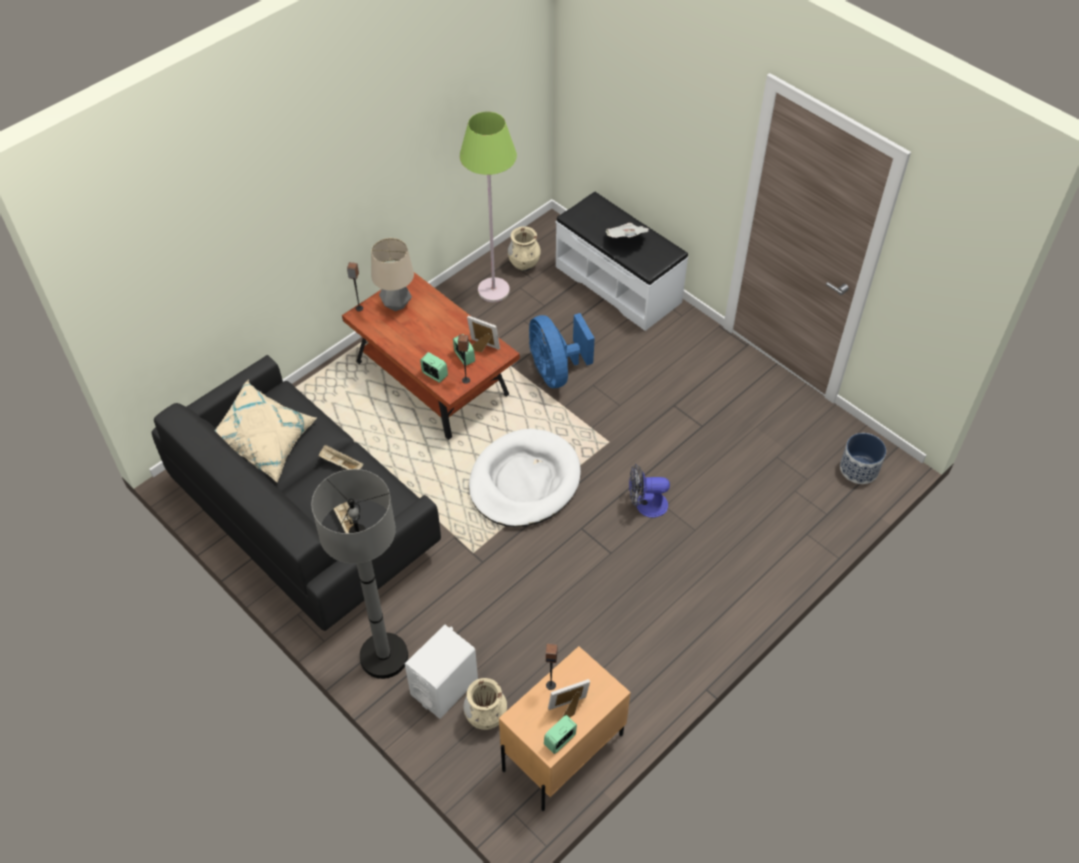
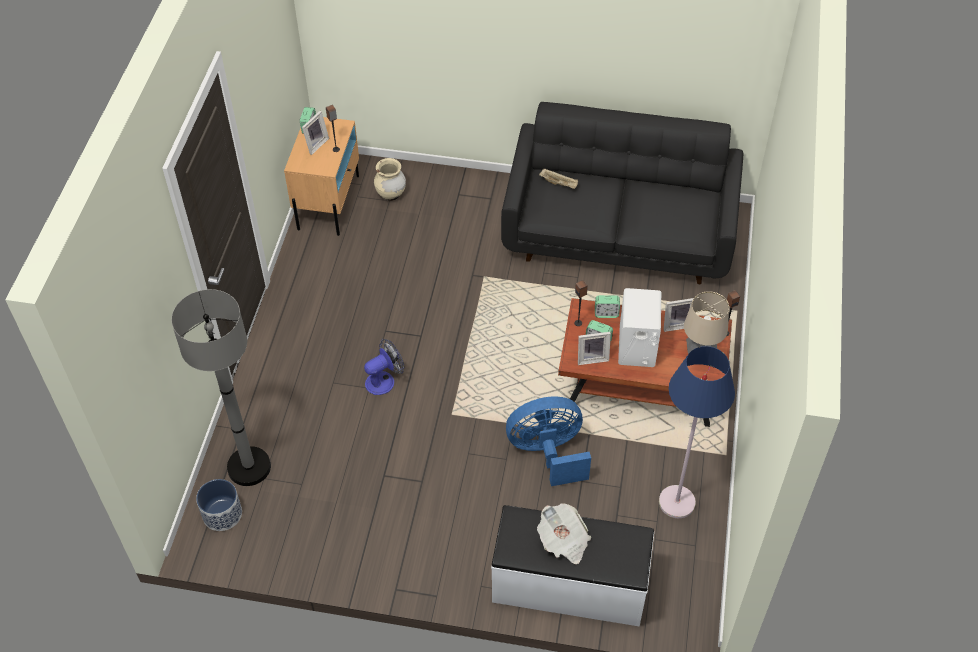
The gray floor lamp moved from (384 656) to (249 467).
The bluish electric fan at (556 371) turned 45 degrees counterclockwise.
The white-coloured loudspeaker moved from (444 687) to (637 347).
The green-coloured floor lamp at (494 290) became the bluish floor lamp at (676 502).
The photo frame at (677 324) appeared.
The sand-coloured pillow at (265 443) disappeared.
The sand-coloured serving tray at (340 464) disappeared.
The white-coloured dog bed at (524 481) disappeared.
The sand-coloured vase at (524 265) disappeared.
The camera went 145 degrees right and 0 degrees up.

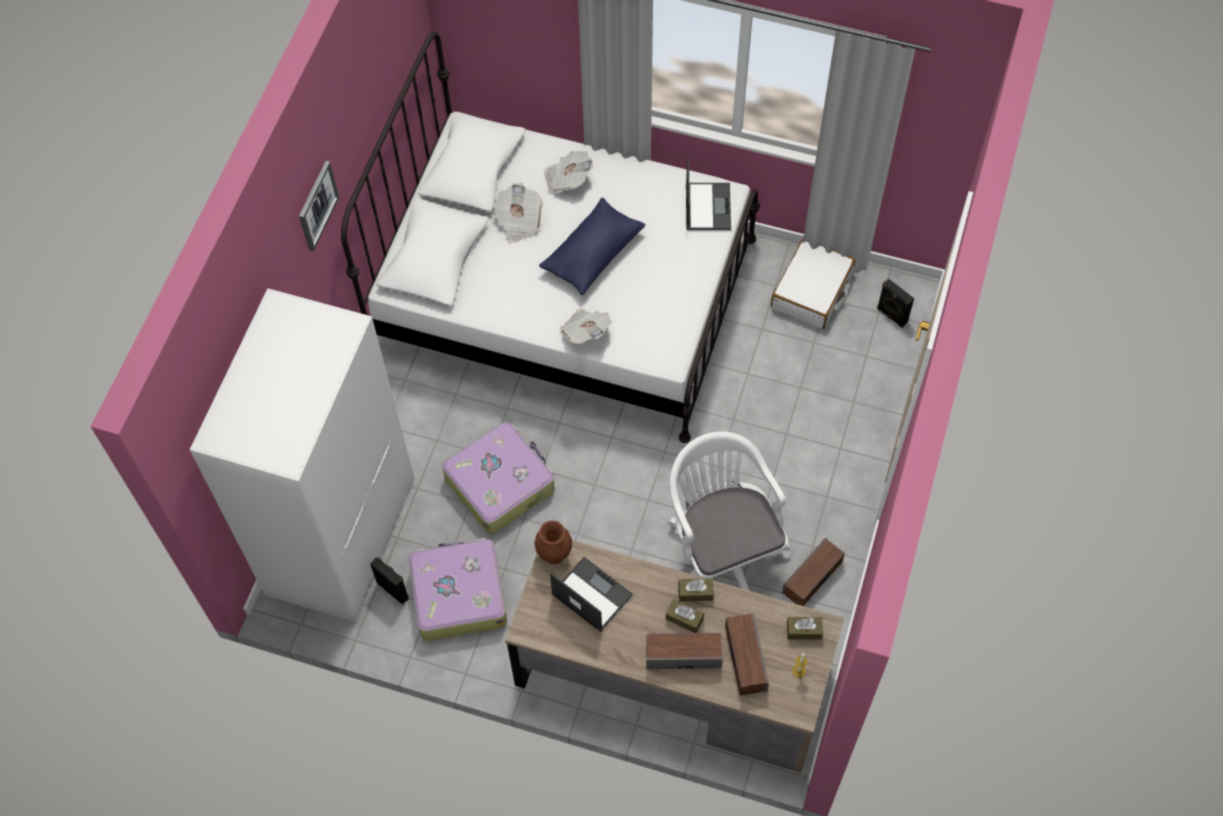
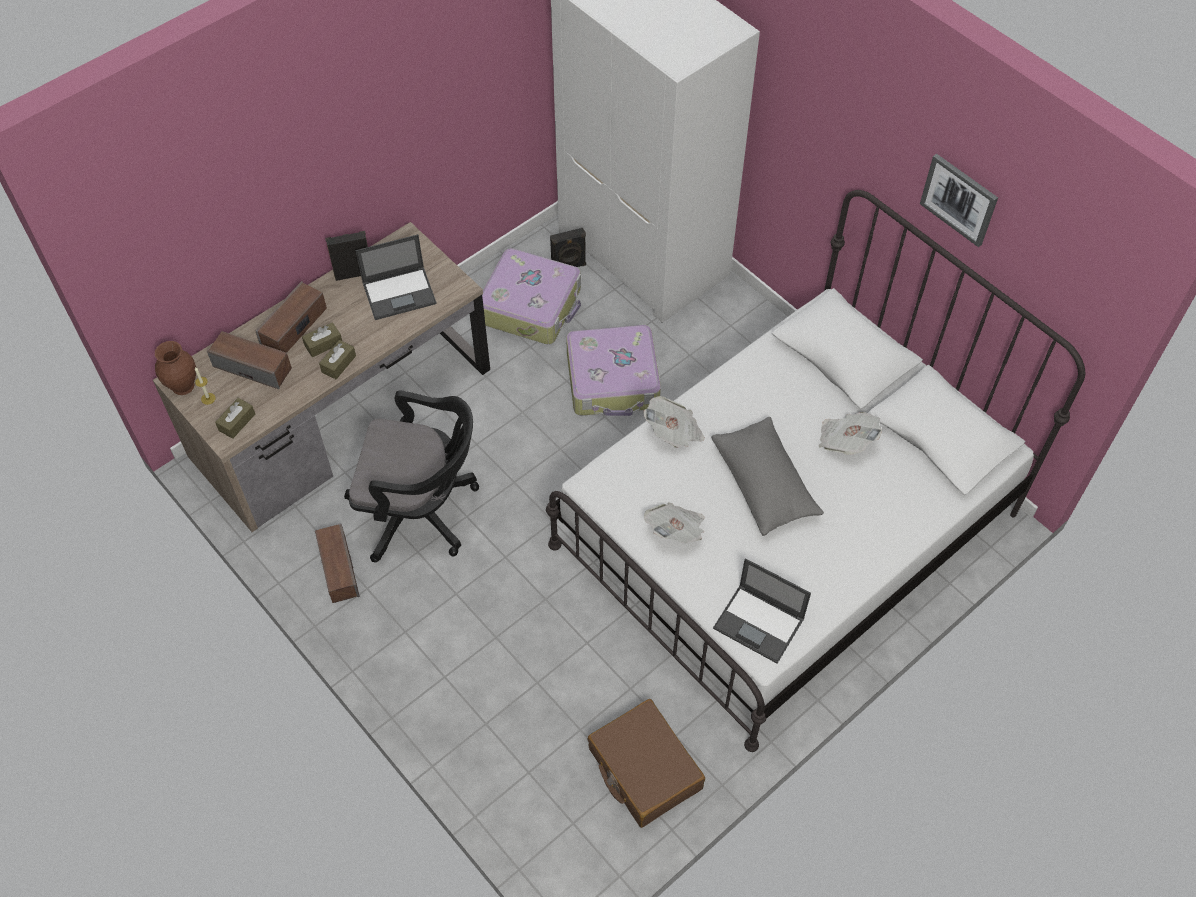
The brown-coloured vase moved from (553 554) to (183 385).
The black-coloured loudspeaker moved from (891 316) to (353 272).
The white-coloured desk chair at (721 550) became the black-coloured desk chair at (421 512).
The white-coloured piece of luggage at (812 291) became the brown-coloured piece of luggage at (644 769).
The daily paper moved from (567 179) to (676 531).
The bluish pillow at (592 254) became the gray pillow at (764 484).
The picture moved from (317 205) to (959 199).
The camera went 120 degrees right and 5 degrees down.

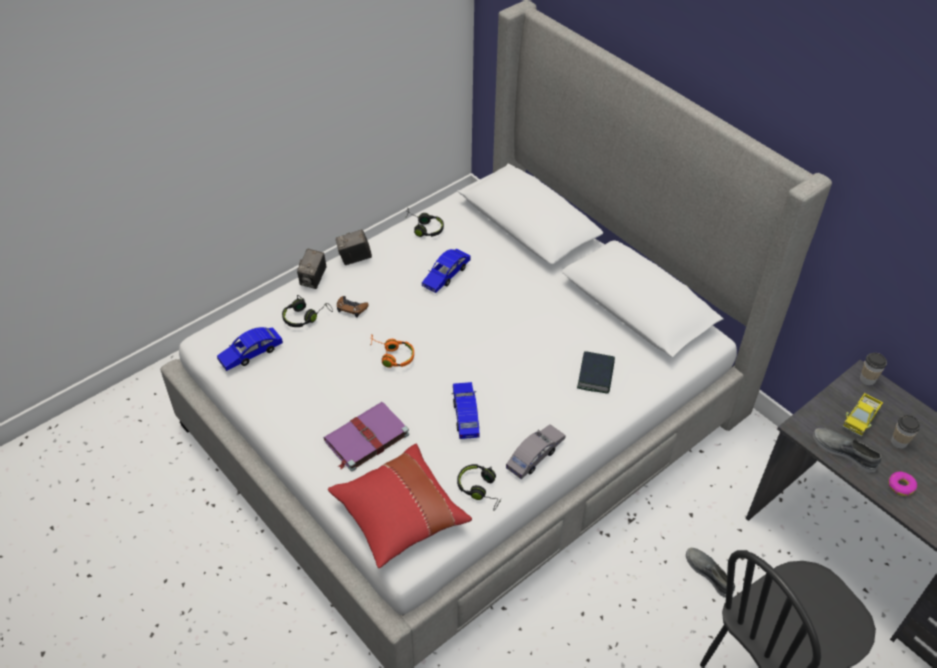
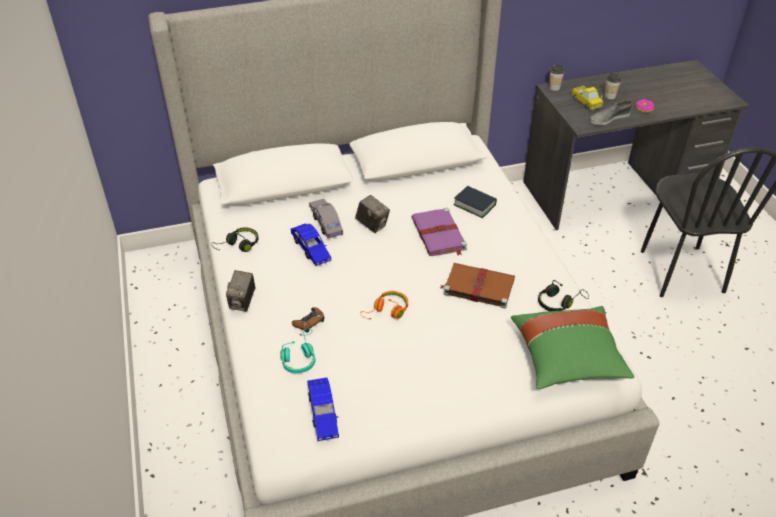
The black-coloured headphones at (305 316) became the blue-green headphones at (299 357).
The gray toy car moved from (535 455) to (326 222).
The photo camera moved from (313 280) to (372 225).
The purplish bound book moved from (365 438) to (439 235).
The bluish toy car at (465 414) was replaced by the brown-coloured bound book at (477 286).
The red-coloured pillow at (399 516) became the green-coloured pillow at (567 359).
The gray low shoe at (709 573) disappeared.
The camera went 65 degrees left and 5 degrees down.

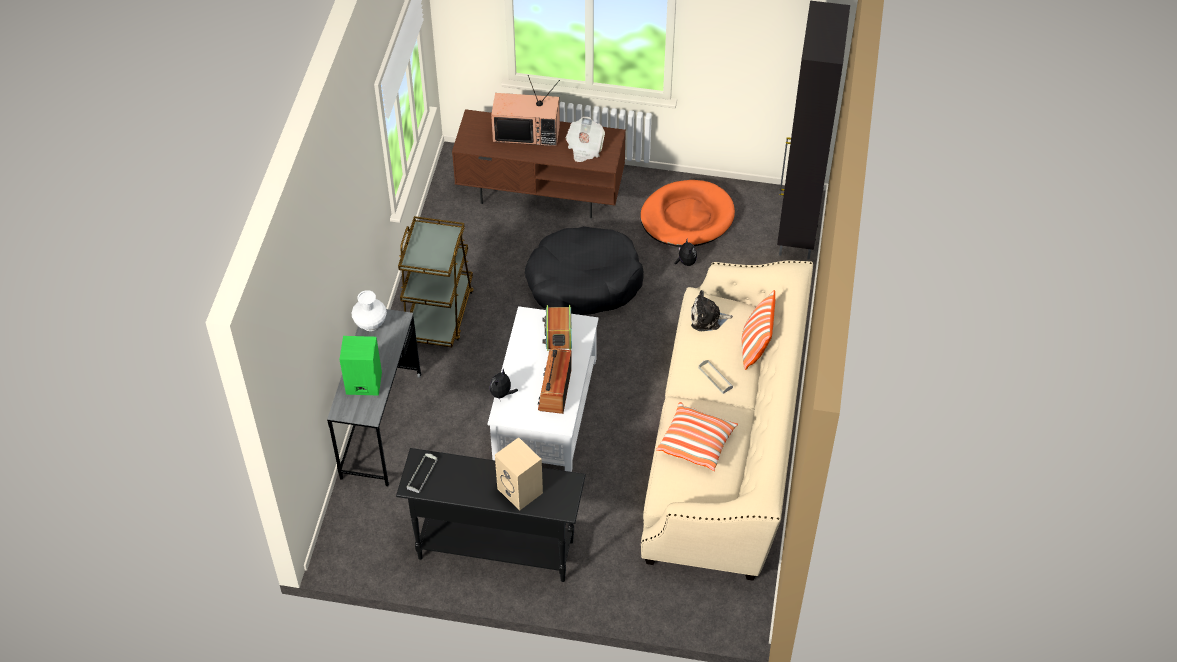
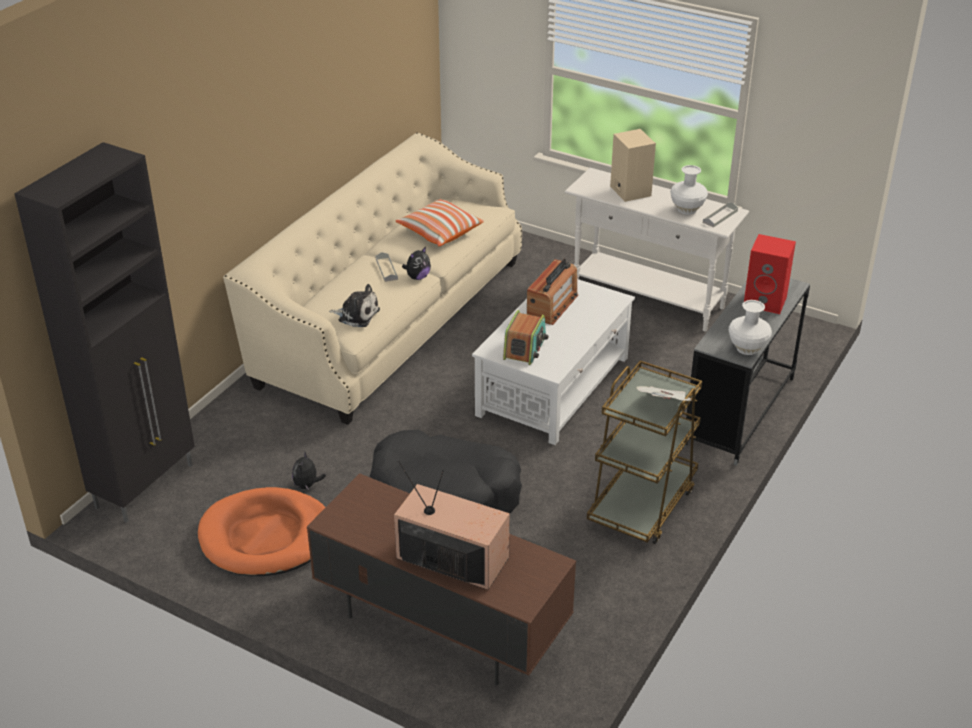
The cuddly toy moved from (502 394) to (417 277).
The black-coloured narrow table at (495 549) became the white-coloured narrow table at (648 299).
The daily paper moved from (584 148) to (665 405).
The white-coloured vase at (687 209) appeared.
The green-coloured loudspeaker at (363 384) became the red-coloured loudspeaker at (766 301).
The pillow at (755 347) disappeared.
The camera went 160 degrees left and 15 degrees down.

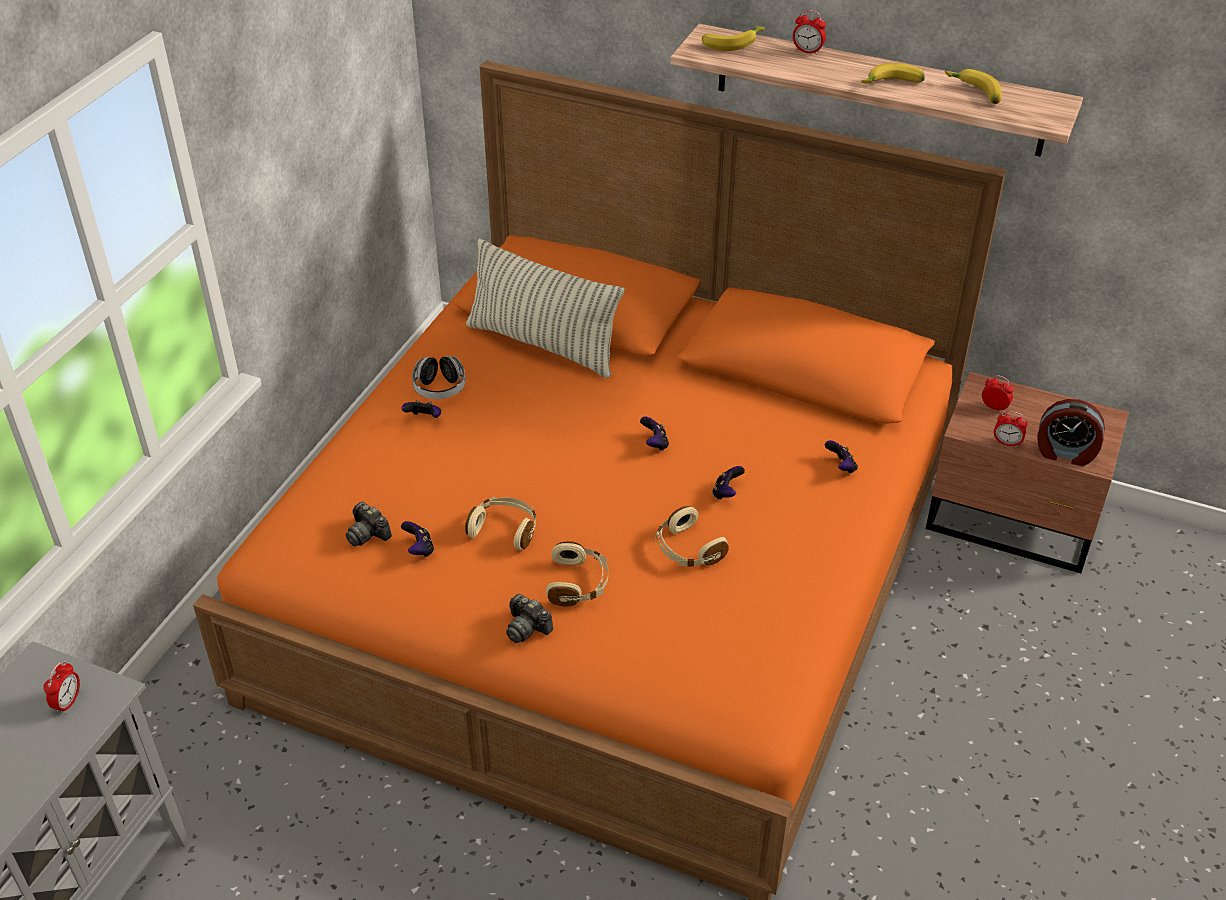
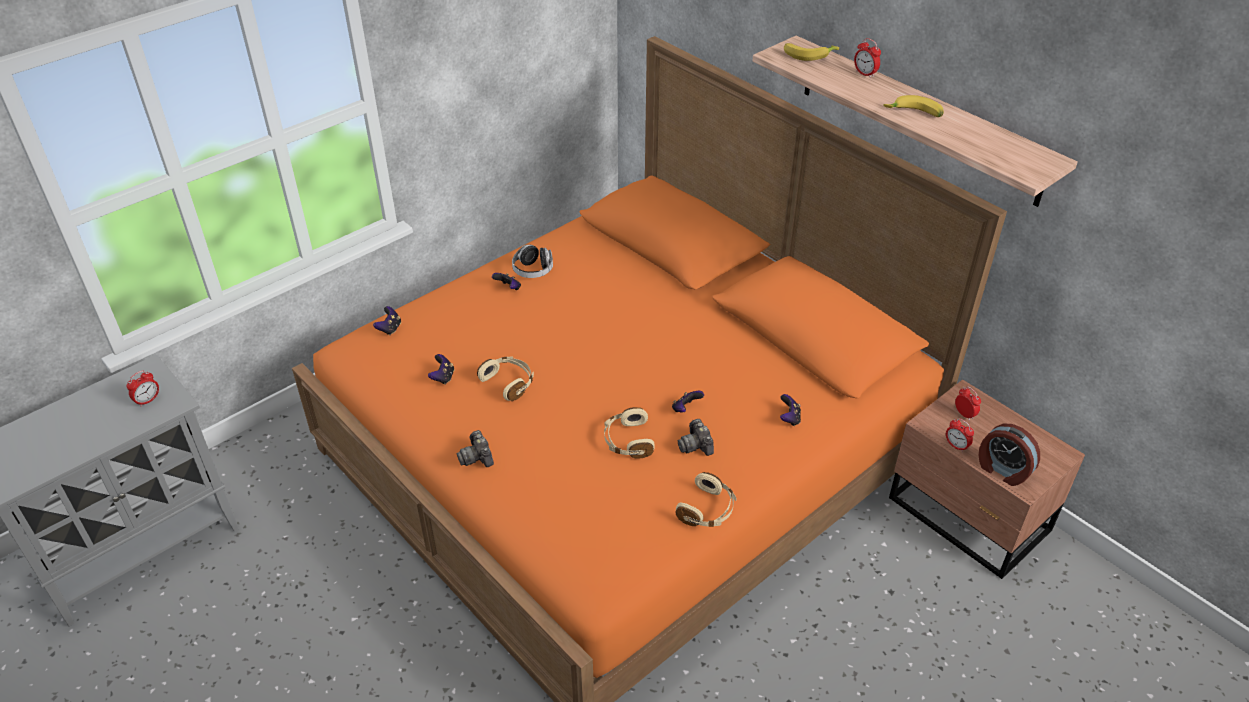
The joypad moved from (654 443) to (390 329).
The sand-coloured headphones moved from (578 584) to (707 510).
The photo camera moved from (368 533) to (696 445).
The pillow at (543 344) disappeared.
The whole banana at (974 93) disappeared.
The camera went 25 degrees right and 0 degrees up.

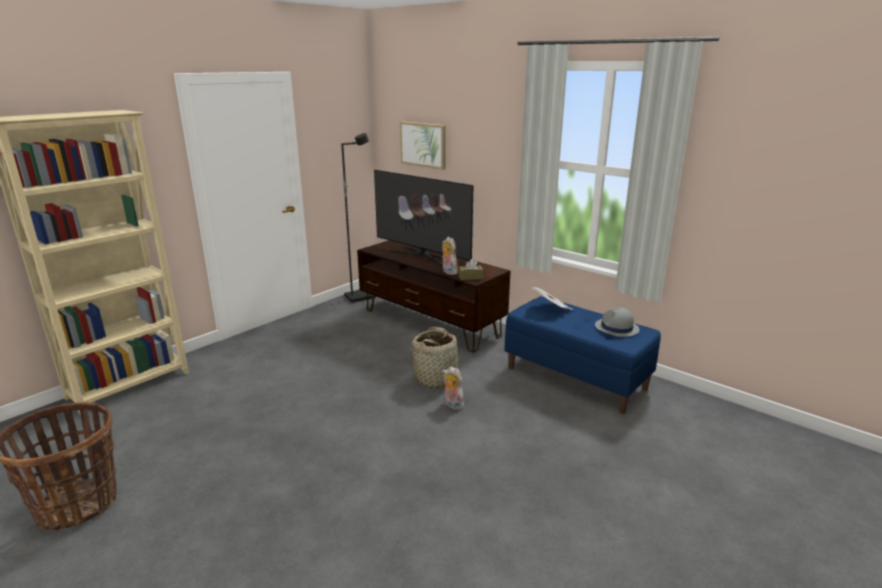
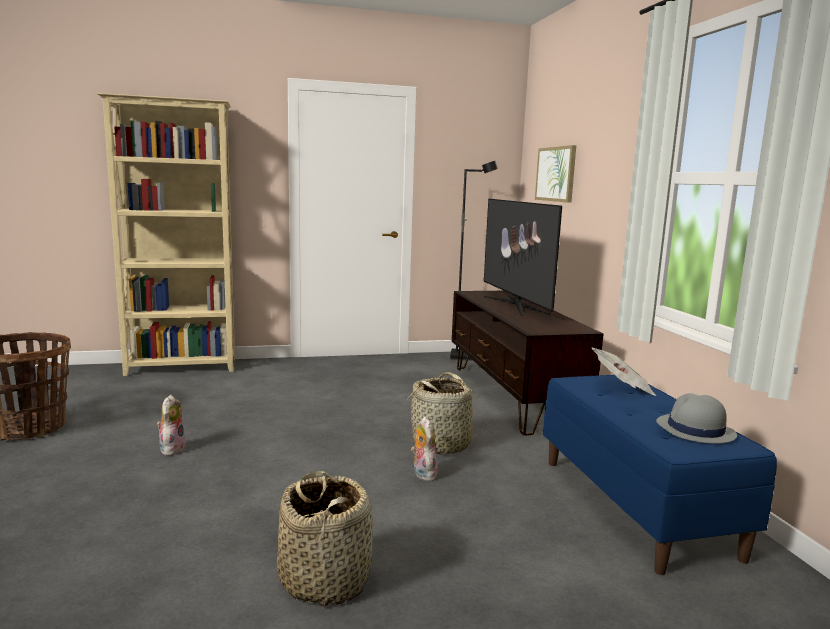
The cuddly toy moved from (448 272) to (171 449).
The household basket at (325 579) appeared.
The brown-coloured tissue box at (470 277) disappeared.
The camera went 35 degrees right and 10 degrees down.

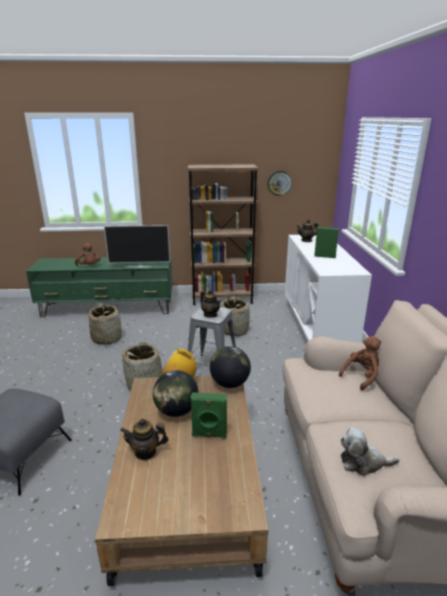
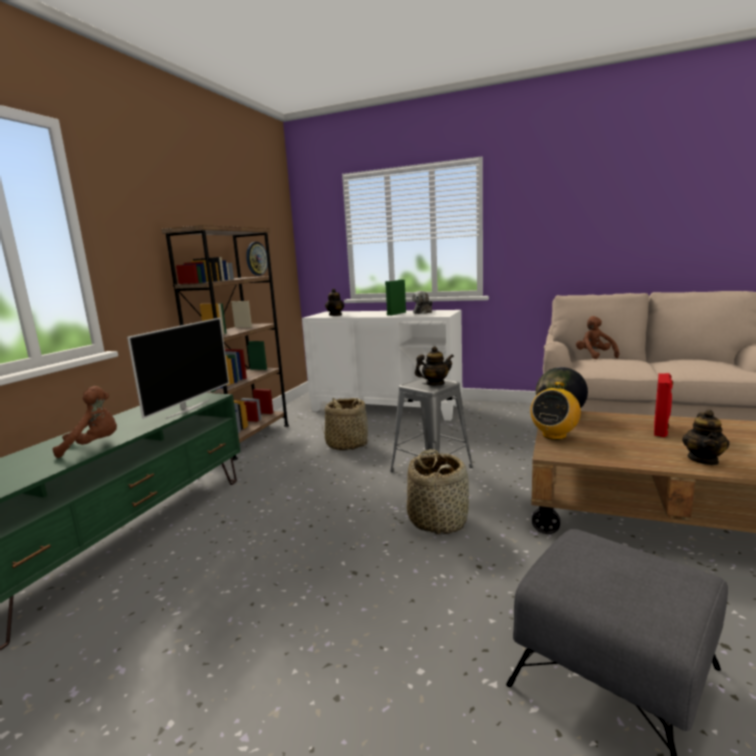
The cuddly toy moved from (363 462) to (423 312).
The green-coloured loudspeaker at (209 435) became the red-coloured loudspeaker at (661 430).
The household basket at (107 338) disappeared.
The world globe at (176 411) disappeared.
The camera went 65 degrees left and 10 degrees down.

